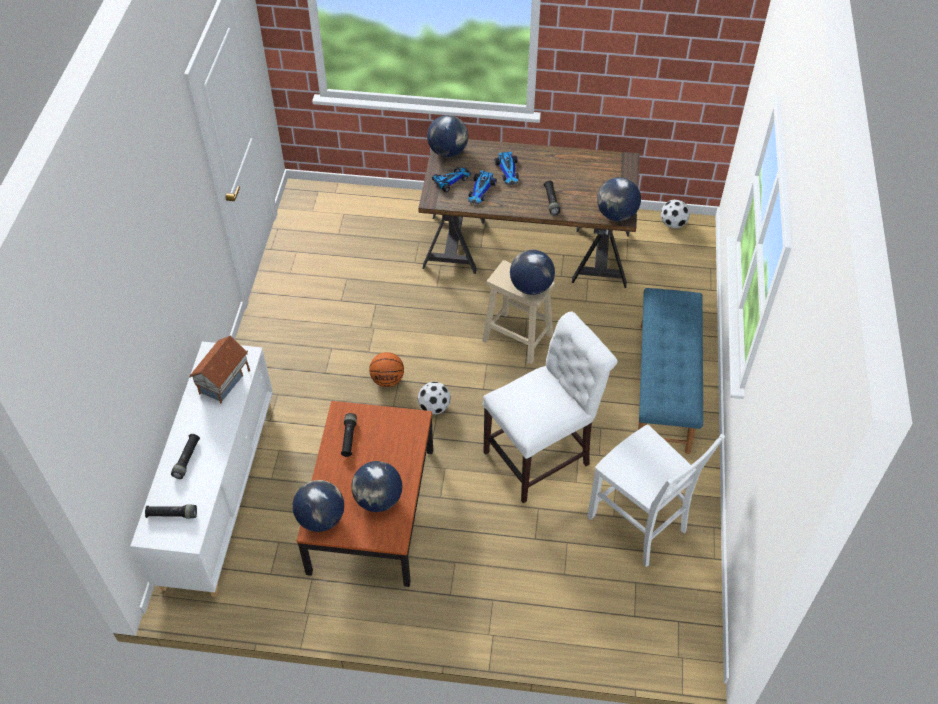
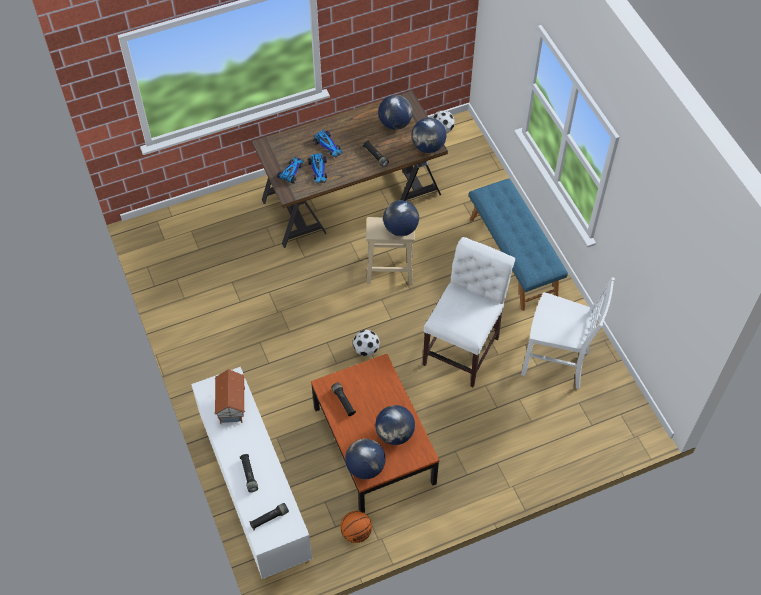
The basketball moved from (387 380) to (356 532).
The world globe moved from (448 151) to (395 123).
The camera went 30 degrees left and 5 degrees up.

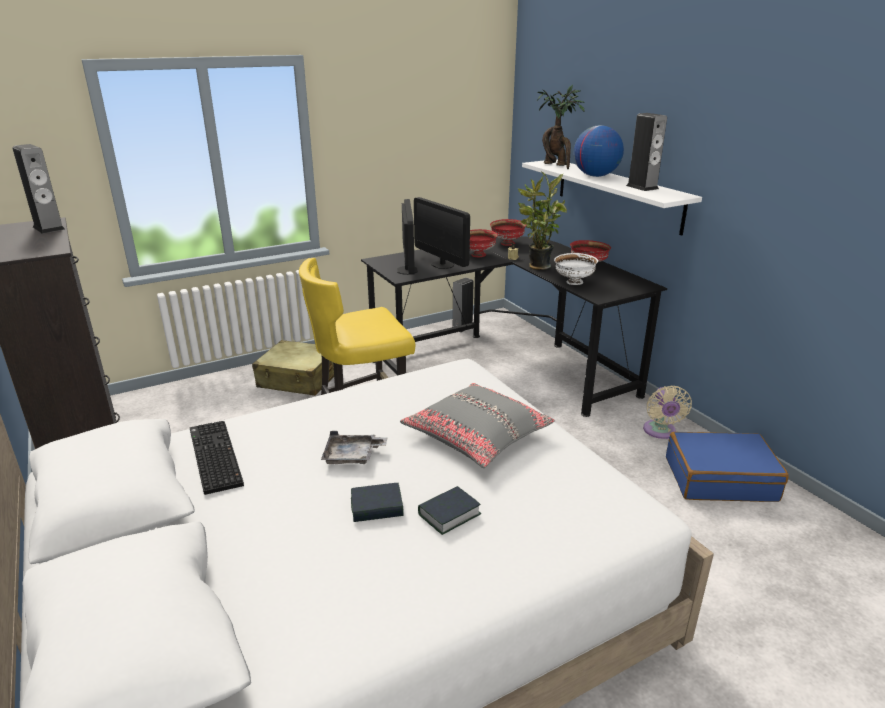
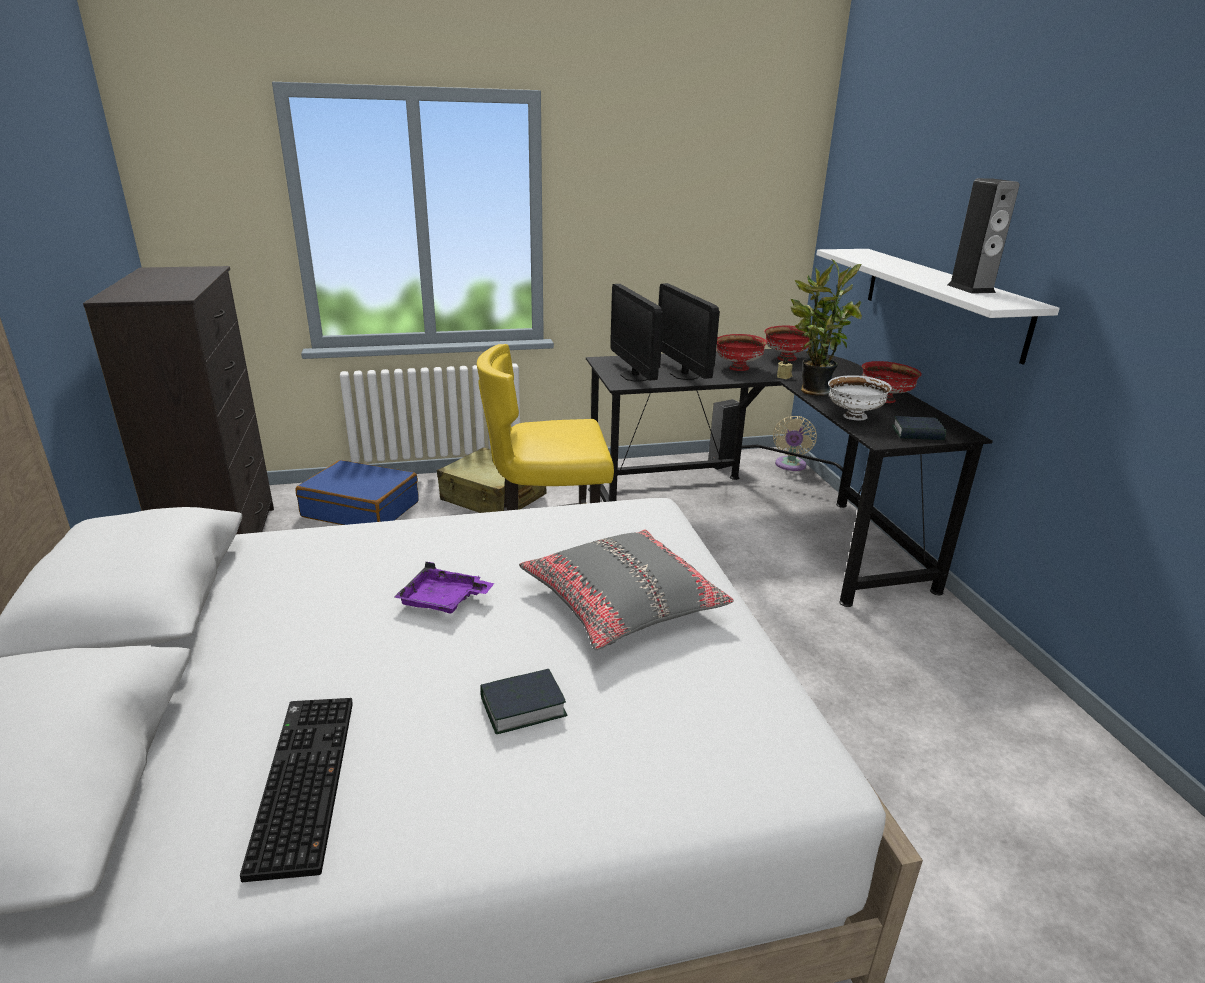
The PC keyboard moved from (213 457) to (301 780).
The bluish piece of luggage moved from (720 479) to (361 509).
The gray serving tray at (352 456) became the purplish serving tray at (443 600).
The monitor at (407 270) turned 150 degrees clockwise.
The sand-coloured electric fan moved from (660 432) to (790 466).
The bound book moved from (377 507) to (917 433).
The loudspeaker at (49 228) disappeared.
The potted plant at (556 165) disappeared.
The world globe at (595 176) disappeared.
The camera went 15 degrees right and 0 degrees up.

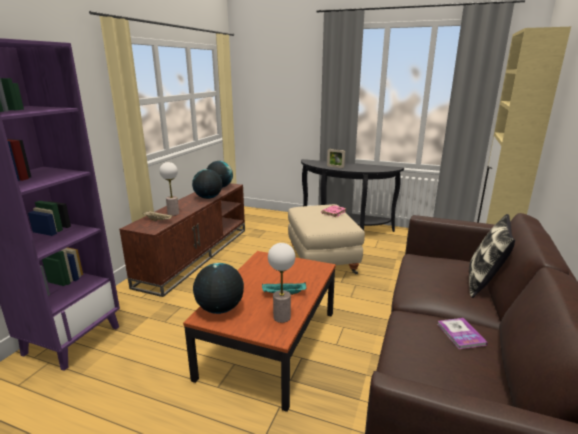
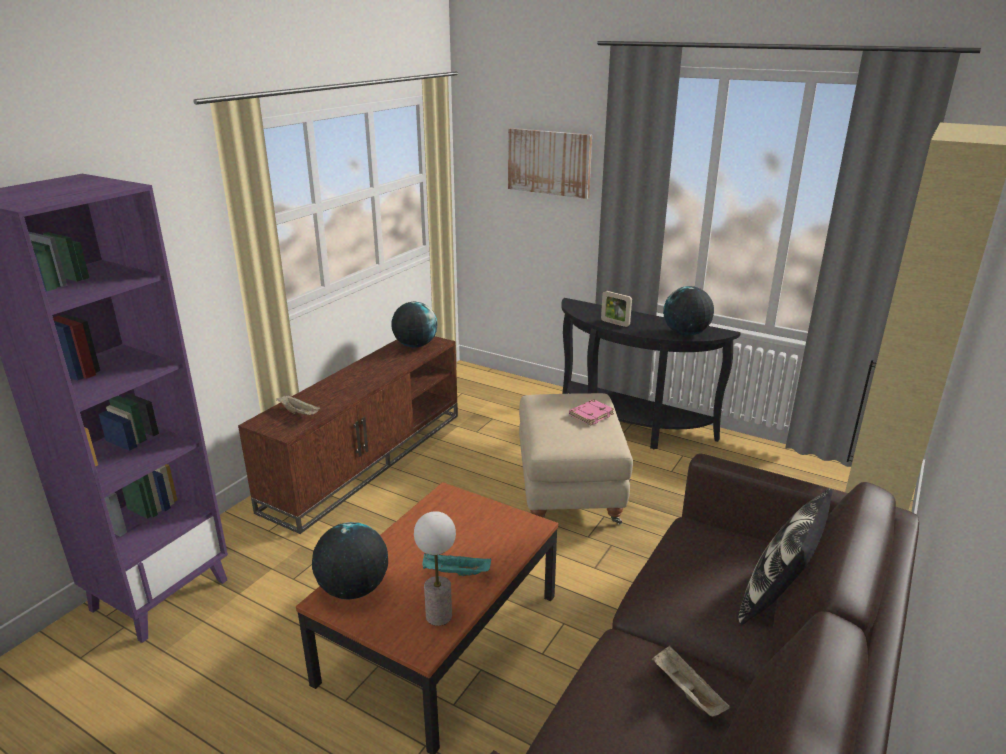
The picture at (549 162) appeared.
The bound book at (460 334) was replaced by the sand-coloured serving tray at (686 691).
The world globe moved from (208 198) to (686 333).
The tabletop lamp at (173 213) disappeared.
The camera went 10 degrees right and 5 degrees up.

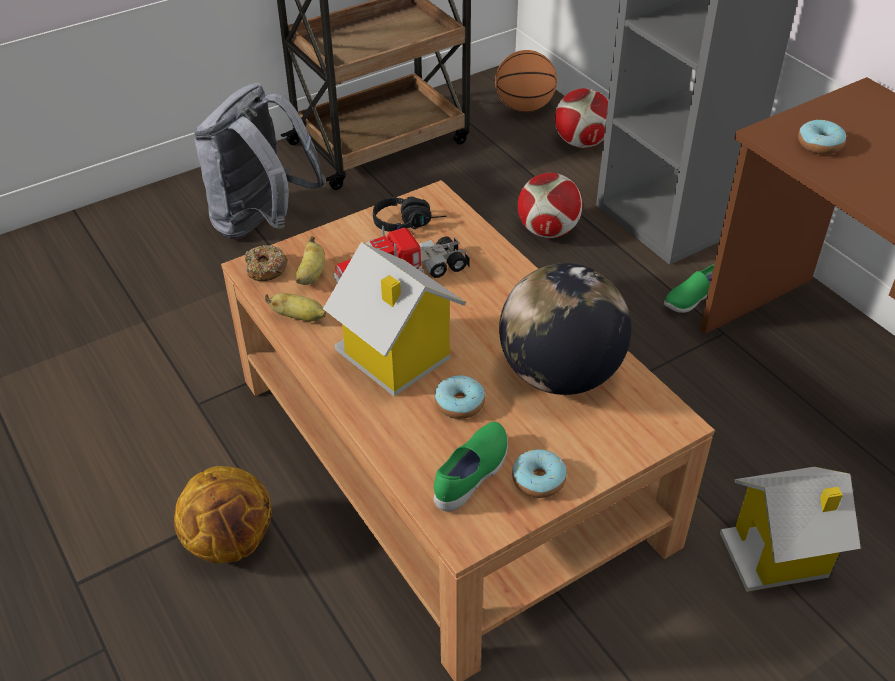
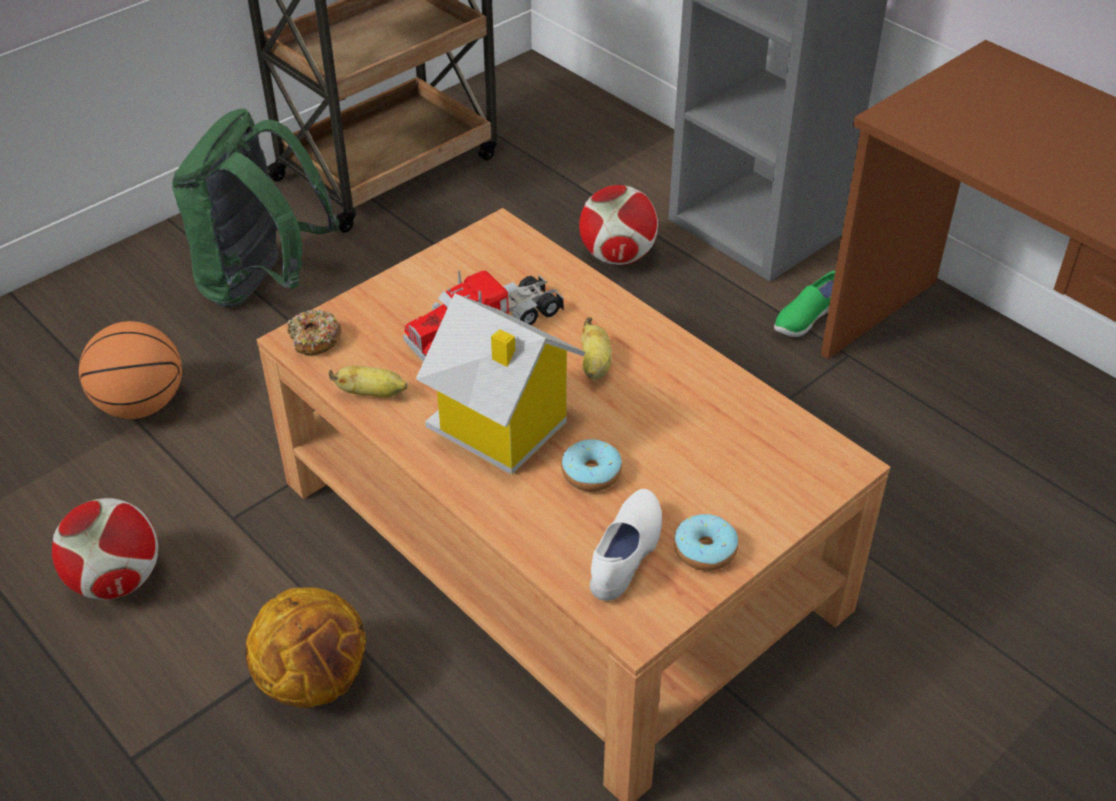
The football ball moved from (581 143) to (117 580).
The basketball moved from (524 108) to (141 405).
The gray knapsack at (262 223) became the green-coloured knapsack at (261 283).
The whole banana moved from (311 275) to (595 365).
The green-coloured low shoe at (472 475) became the white-coloured low shoe at (627 555).
The black-coloured headphones at (409 223) disappeared.
The world globe at (560 375) disappeared.
The model house at (779 555) disappeared.
The doughnut at (819 145) disappeared.
The camera went 10 degrees left and 0 degrees up.

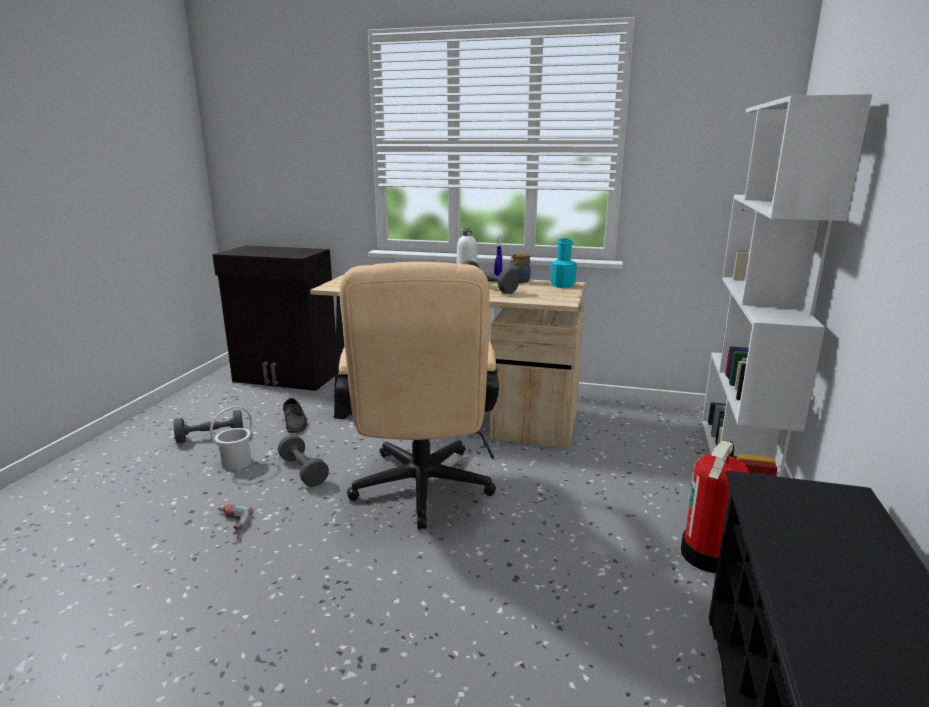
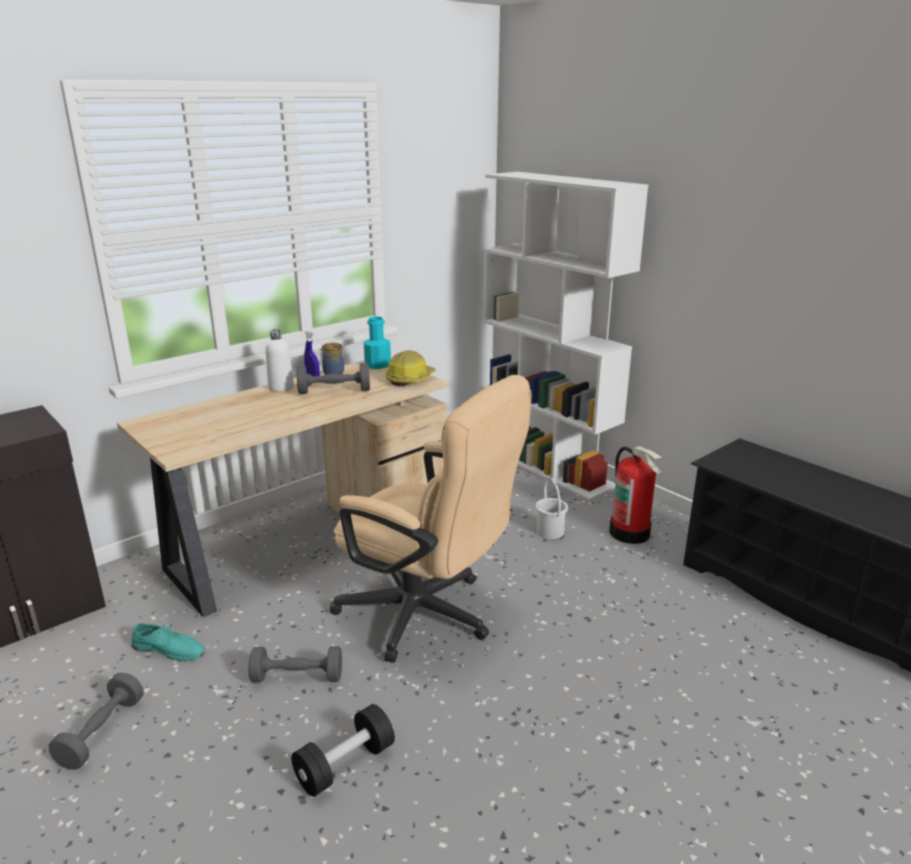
The gray low shoe at (295 422) became the blue-green low shoe at (169 649).
The power drill at (229 525) was replaced by the black-coloured hand weight at (345 765).
The hard hat at (409 379) appeared.
The white-coloured bucket moved from (236 463) to (549 531).
The camera went 55 degrees left and 5 degrees up.

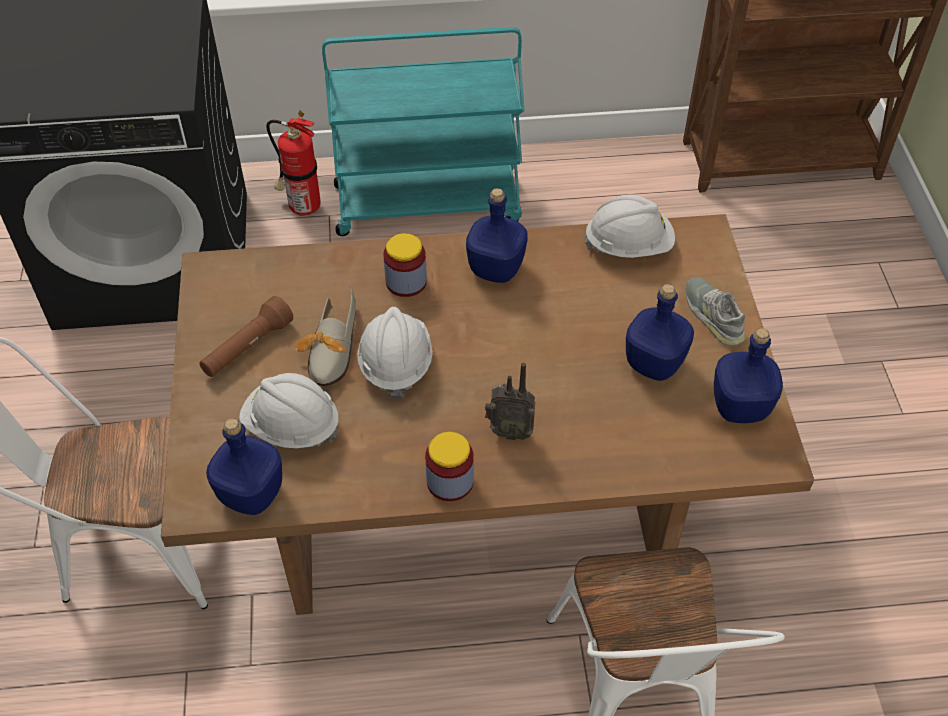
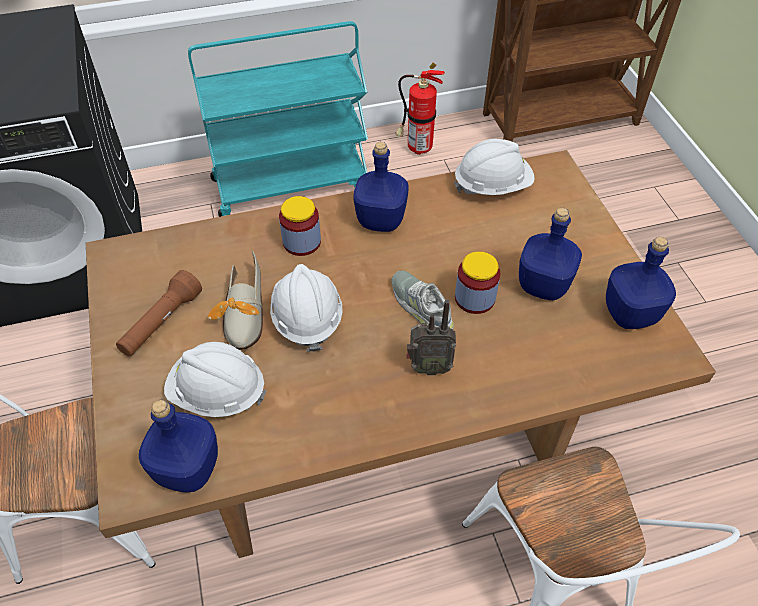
The gray low shoe moved from (713 315) to (421 306).
The fire extinguisher moved from (301 207) to (416 148).
The jar moved from (450 481) to (474 298).
The camera went 10 degrees left and 0 degrees up.

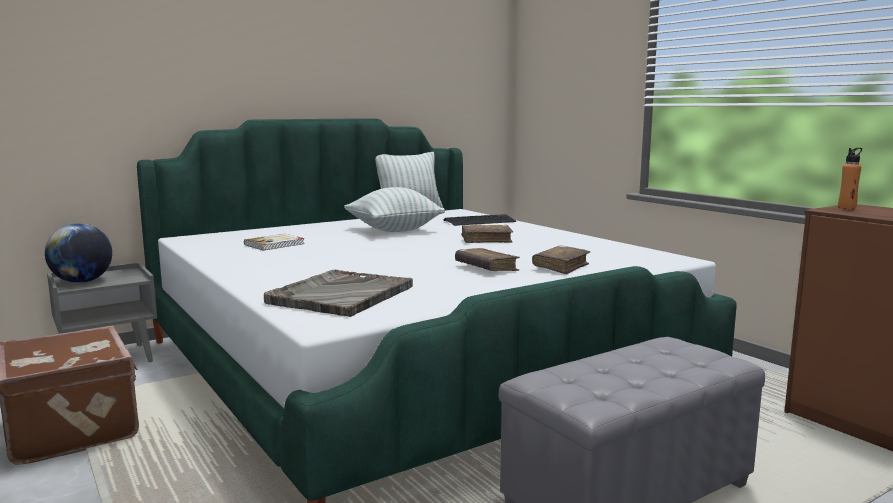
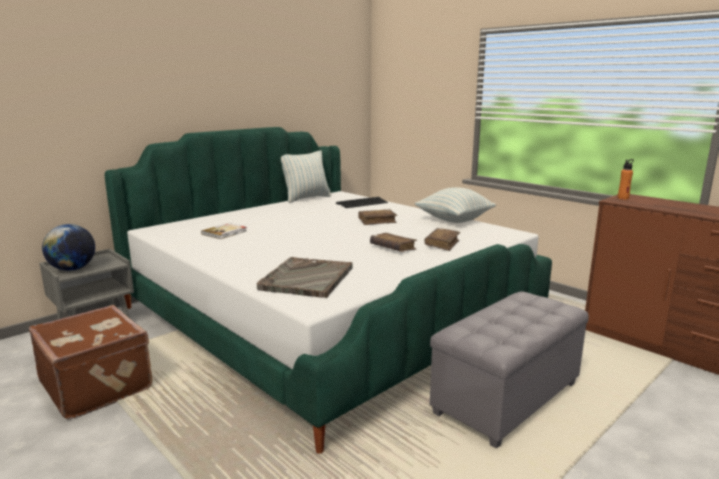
The pillow moved from (394 230) to (454 220).
The camera went 10 degrees left and 5 degrees up.

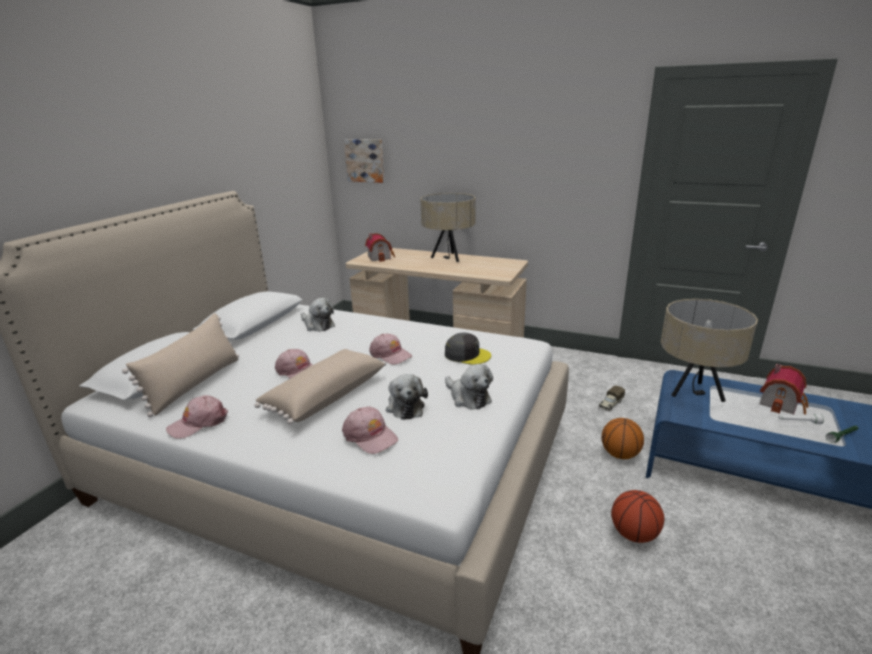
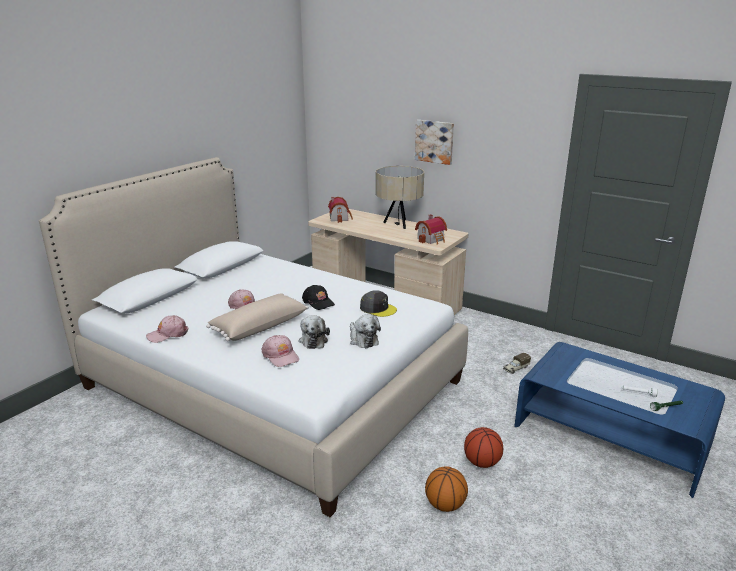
The pink baseball cap at (390 354) became the black-coloured baseball cap at (318 302).
The picture moved from (365 160) to (435 141).
The model house moved from (782 403) to (432 239).
The basketball moved from (619 454) to (445 505).
The sand-coloured pillow at (195 384) disappeared.
The cuddly toy at (318 325) disappeared.
The sand-coloured tabletop lamp at (693 394) disappeared.
The camera went 10 degrees right and 0 degrees up.

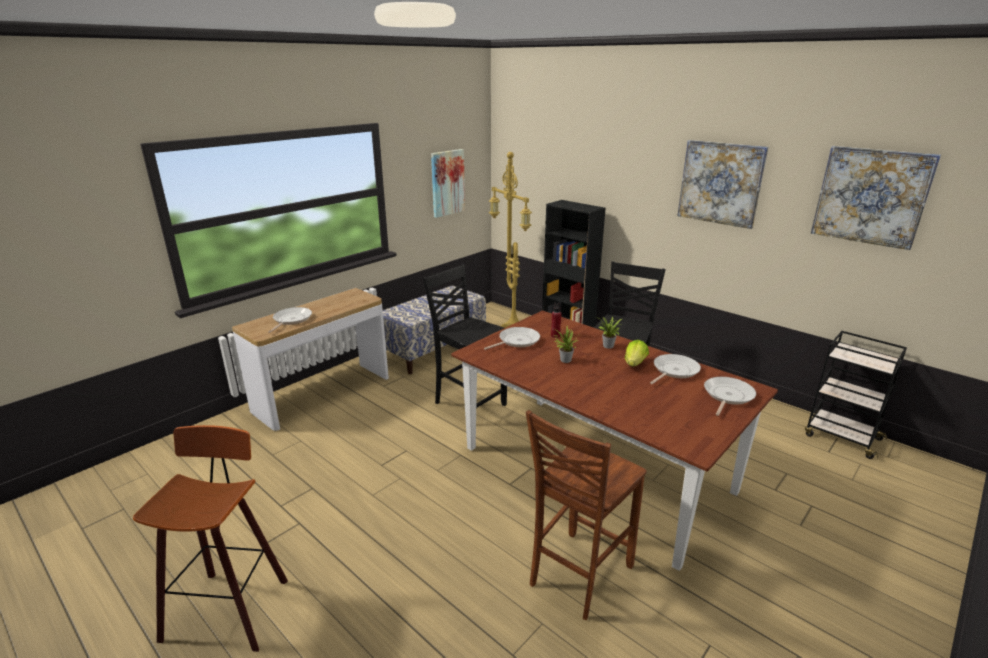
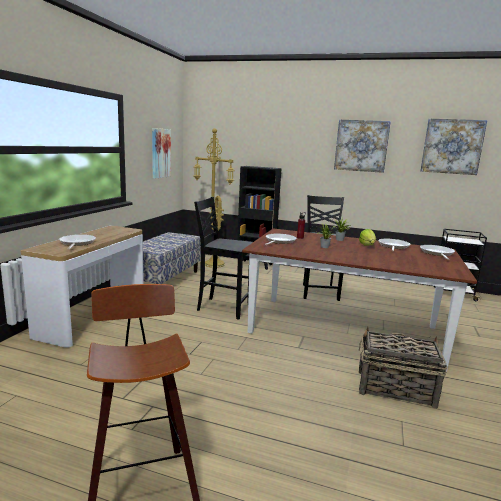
The brown-coloured upright chair at (577 575) was replaced by the household basket at (394 388).
The camera went 25 degrees left and 10 degrees down.

